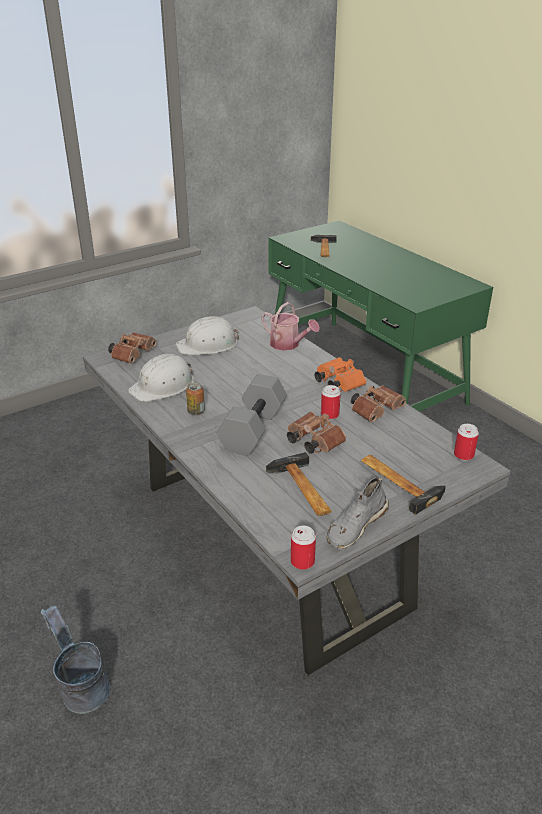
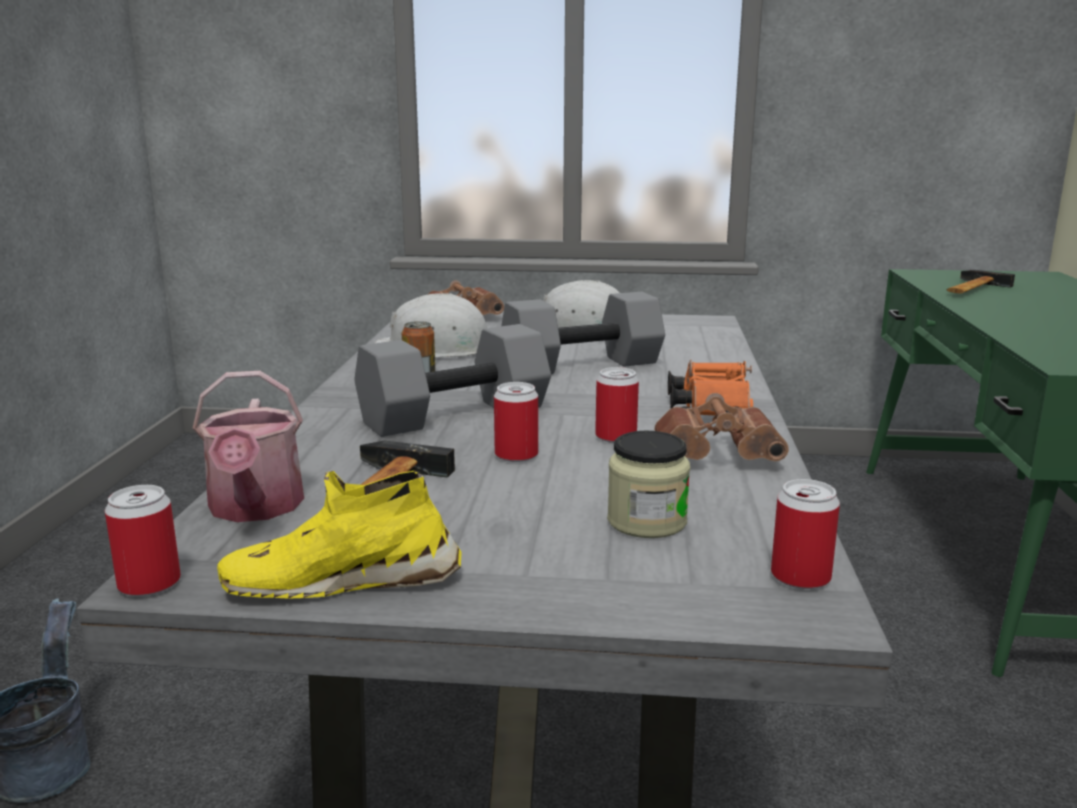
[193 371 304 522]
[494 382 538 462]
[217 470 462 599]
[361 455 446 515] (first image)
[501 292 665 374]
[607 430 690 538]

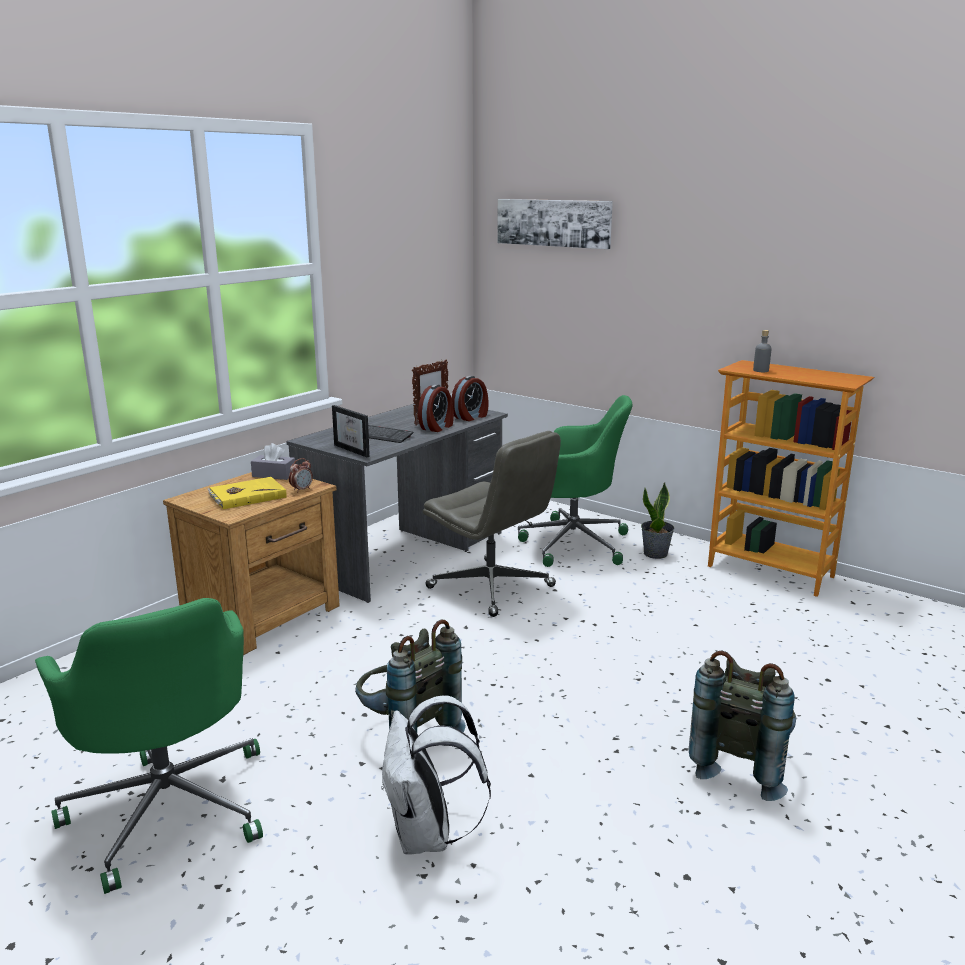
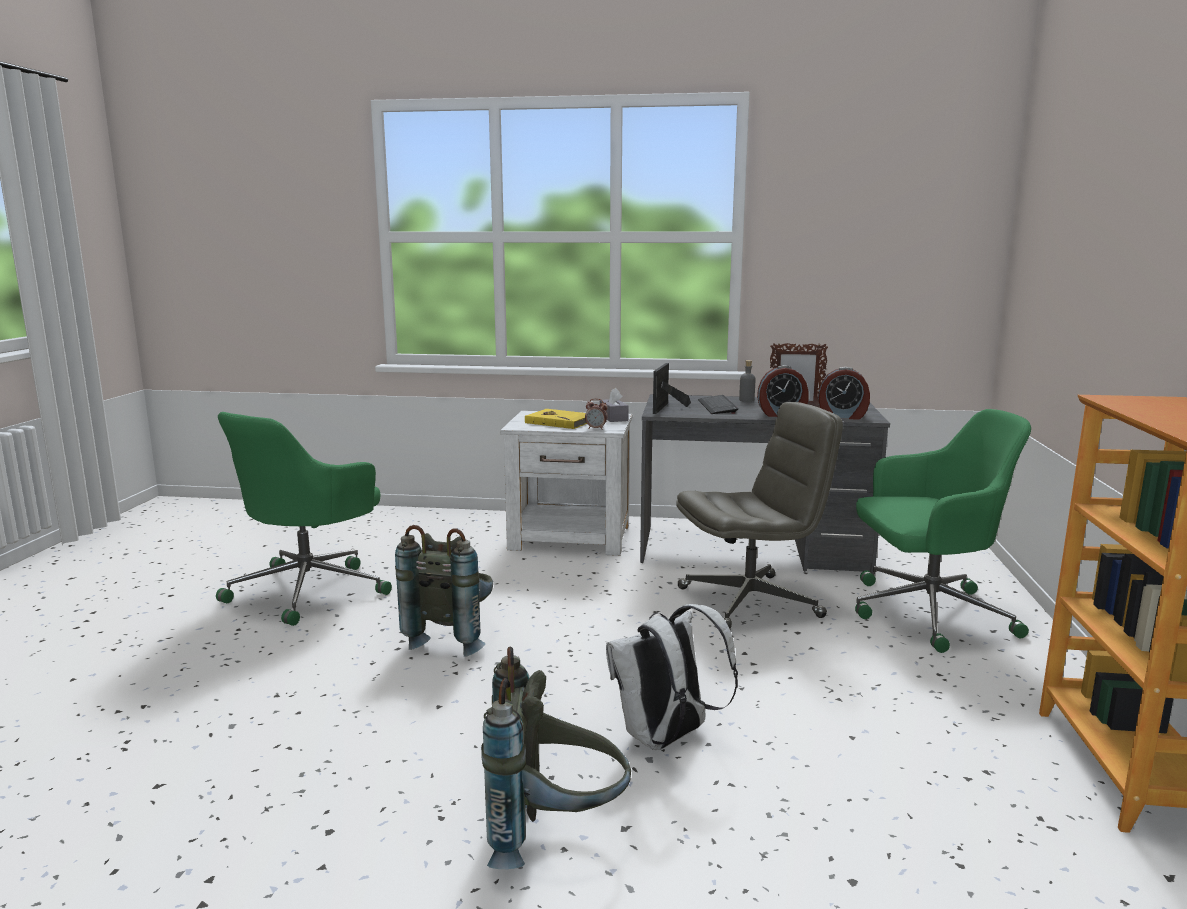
[500 411 632 556]
[606 604 738 750]
[676 402 843 629]
[497 199 613 249] (first image)
[855 409 1031 653]
[641 482 675 559] (first image)
[739 360 756 402]

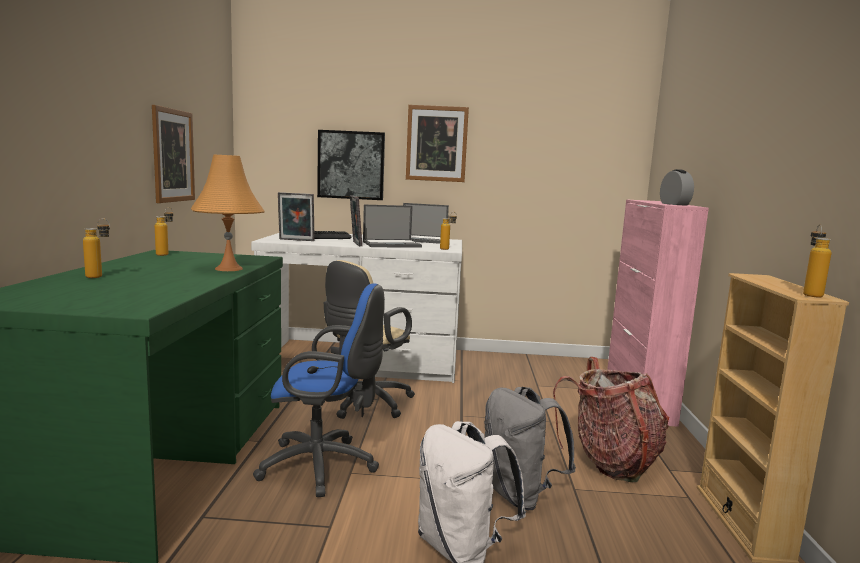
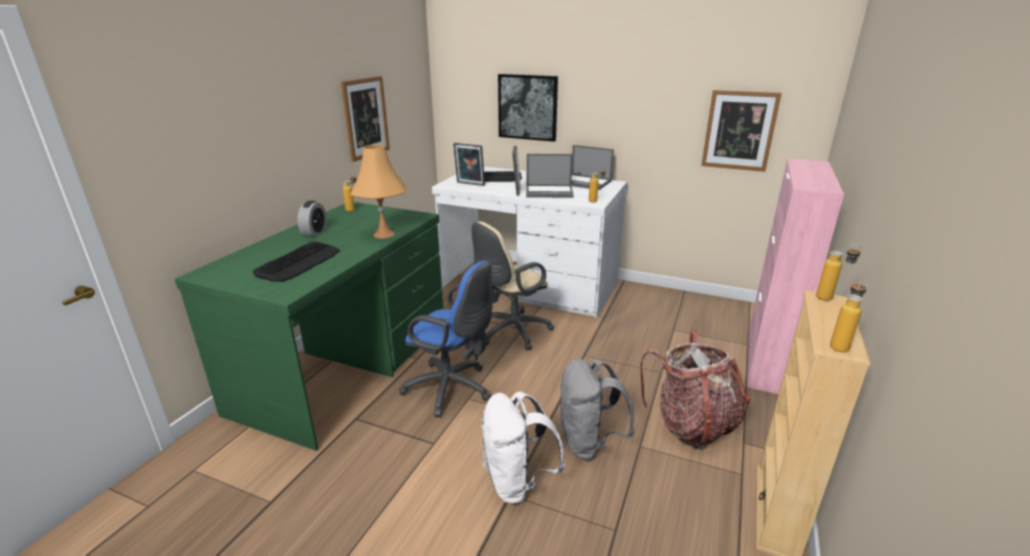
[816 244 862 301]
[701 90 782 172]
[297 201 327 237]
[253 242 340 282]

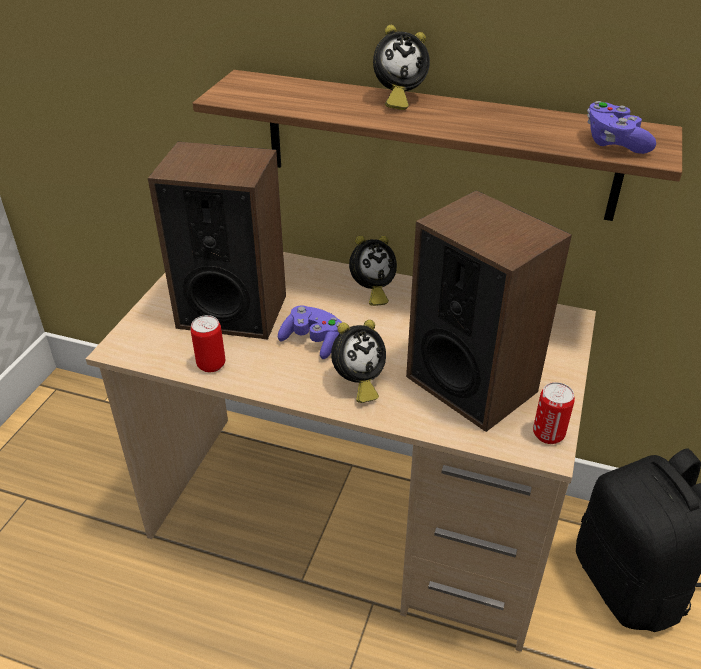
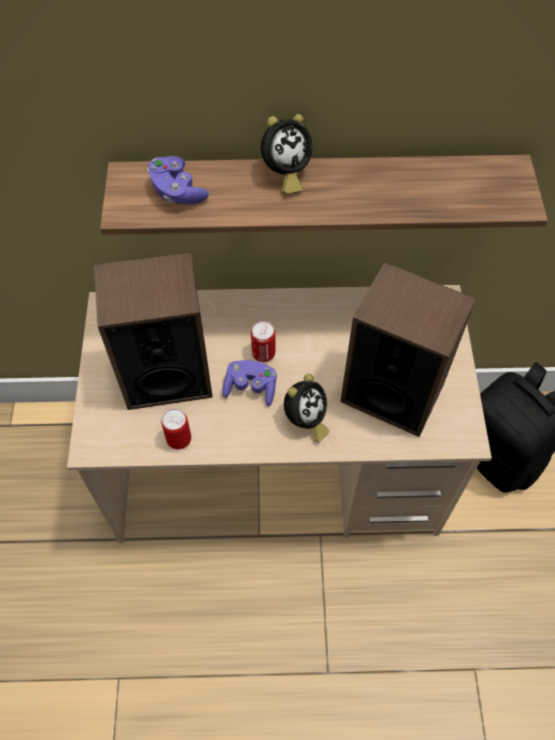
[349 236 397 306] (first image)
[251 321 275 362]
[148 156 209 204]

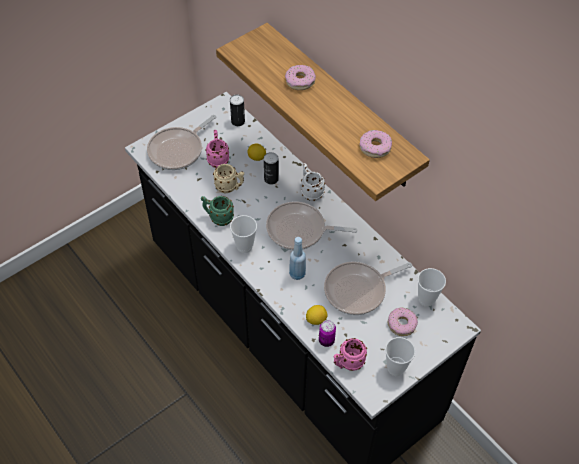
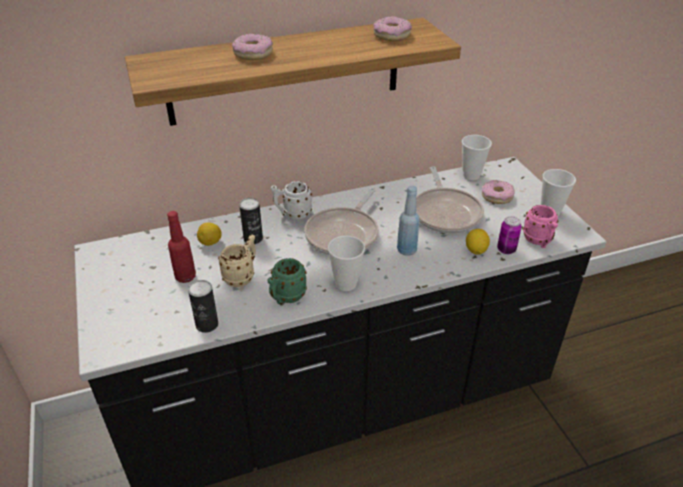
[147 115 216 170] (first image)
[167 211 196 283]
[188 280 218 333]

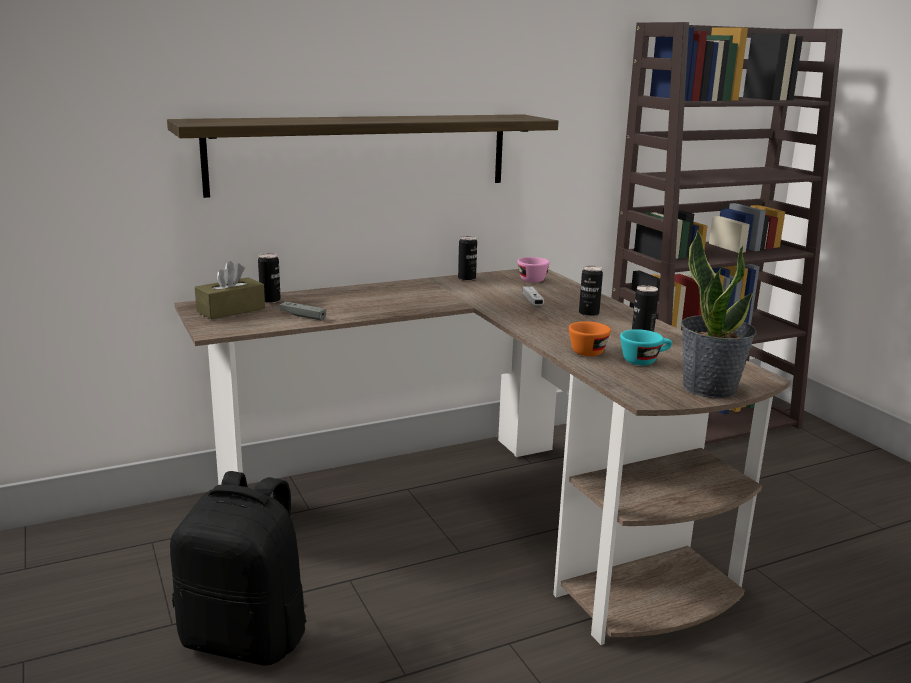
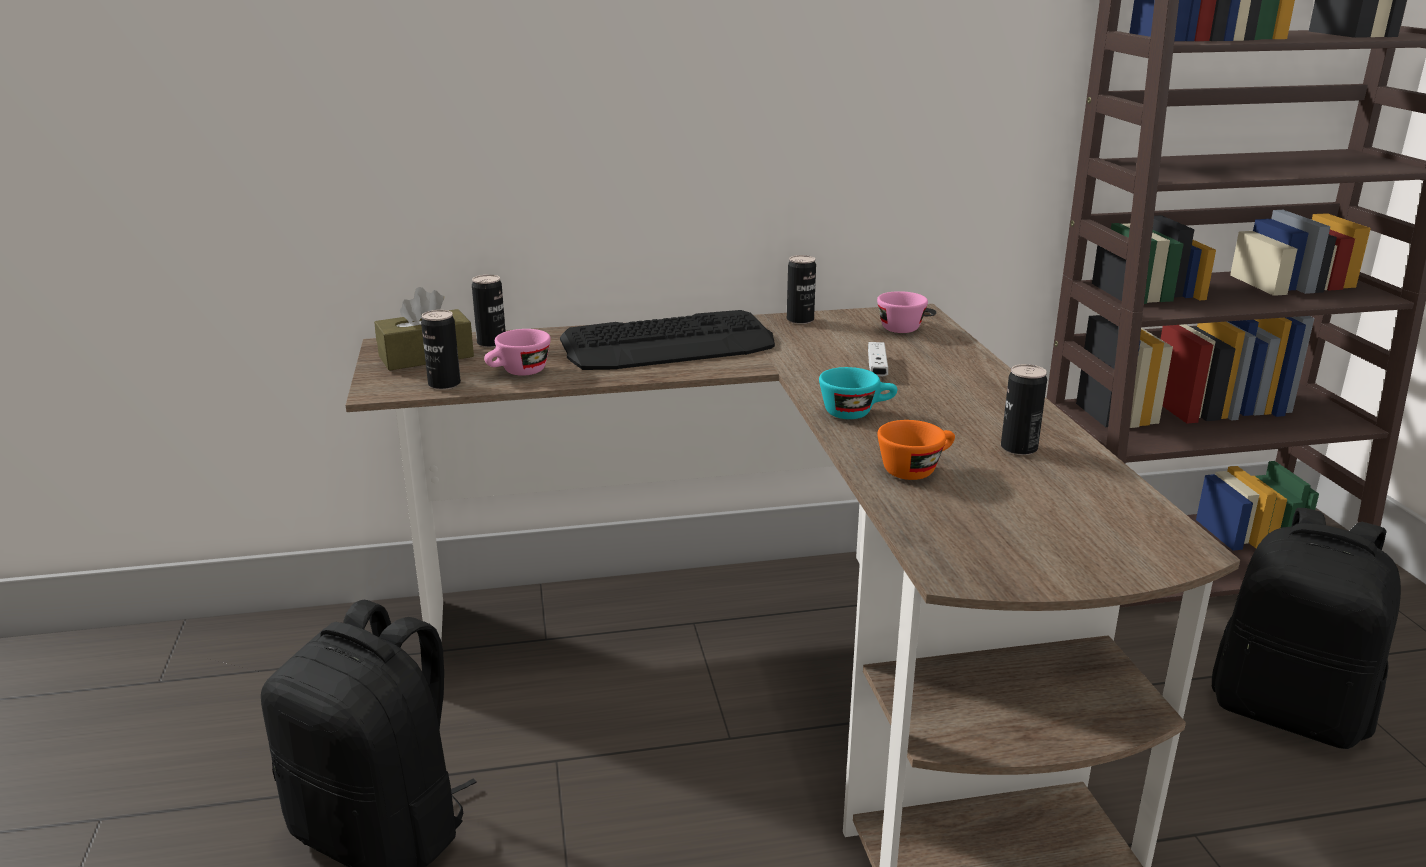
[167 114 558 198] (first image)
[484 329 551 376]
[421 310 461 390]
[819 367 897 419]
[681 229 757 398] (first image)
[560 310 775 370]
[1212 508 1401 749]

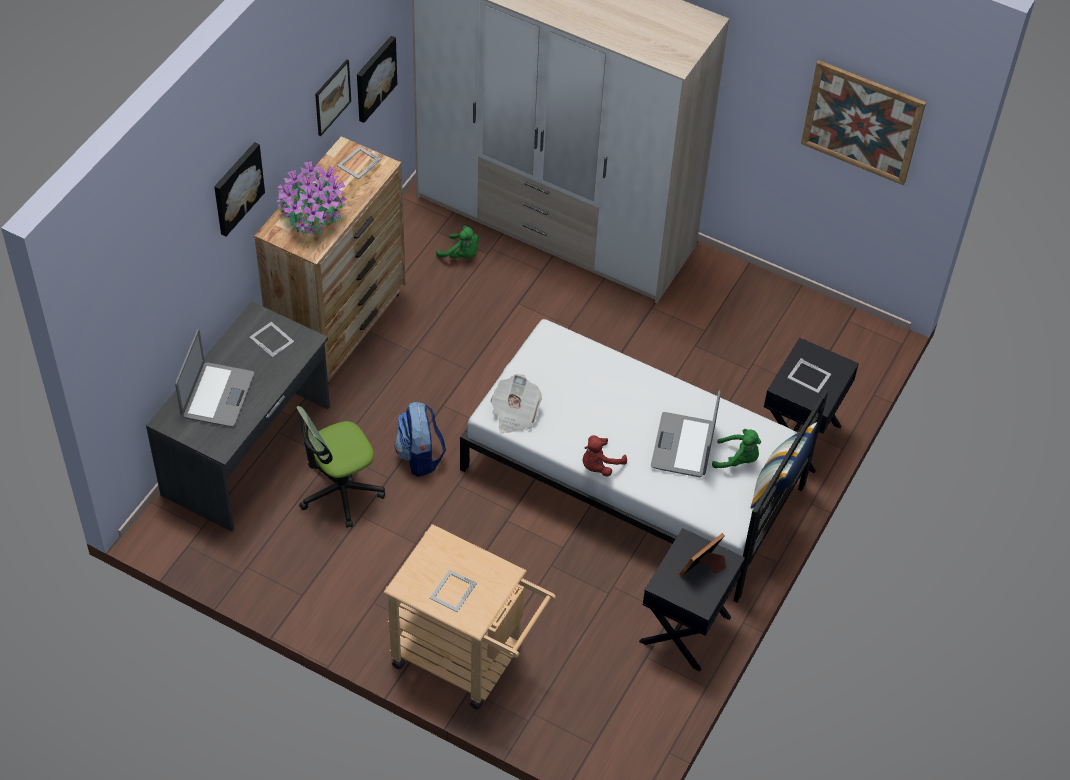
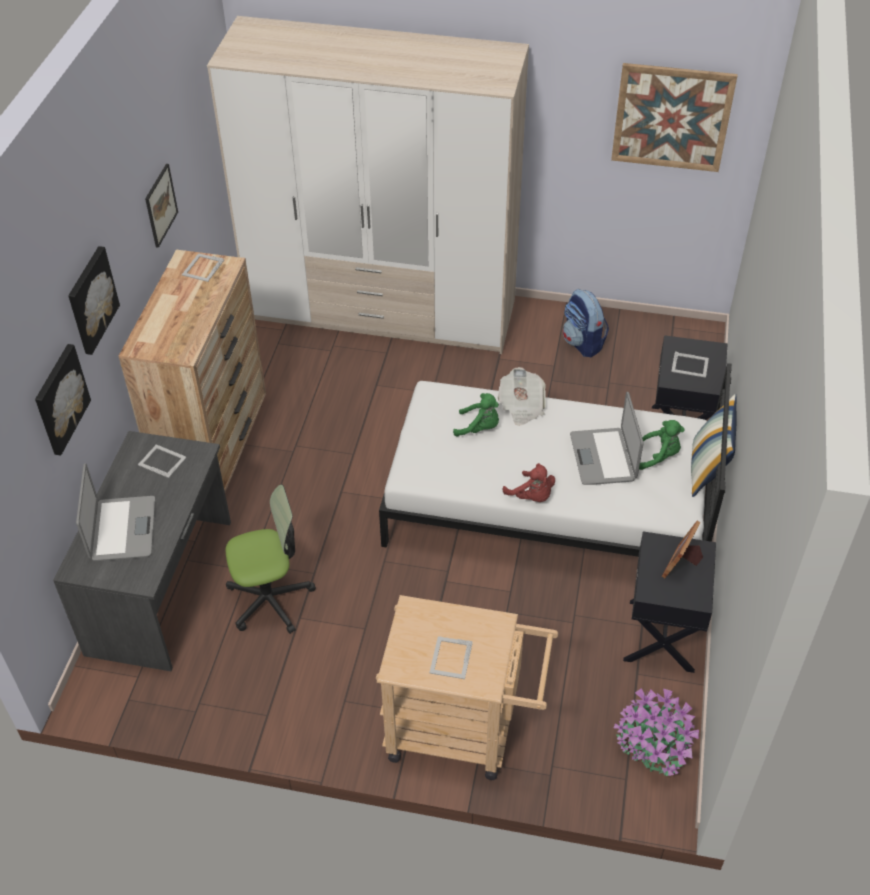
[614 688 699 776]
[226 484 316 634]
[35 344 91 455]
[563 289 609 357]
[453 393 499 437]
[498 367 546 426]
[503 463 555 502]

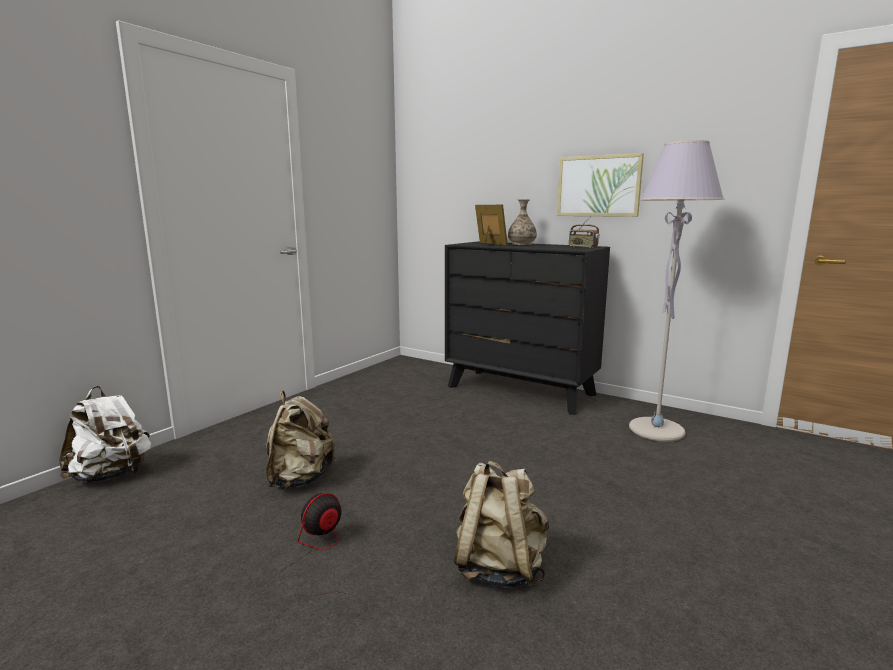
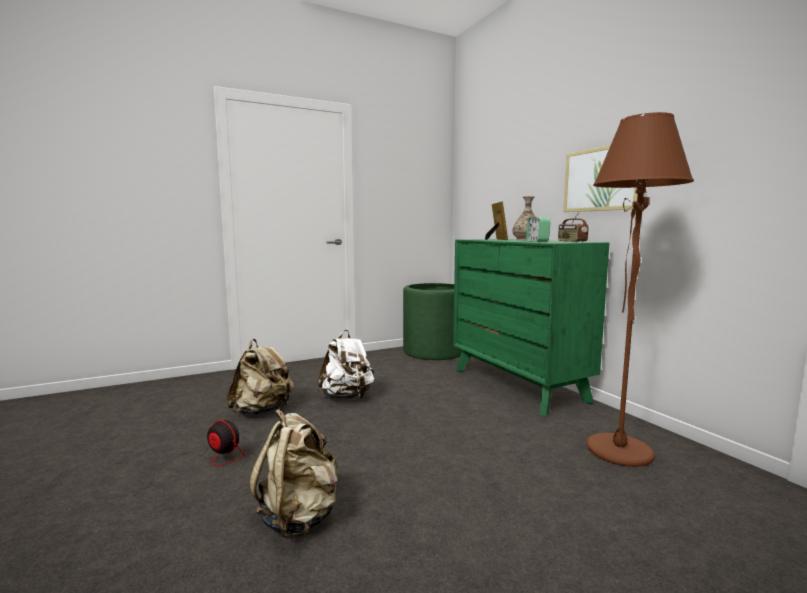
[317 330 374 399]
[135 420 245 495]
[453 239 610 416]
[586 112 694 467]
[403 283 462 360]
[526 217 551 242]

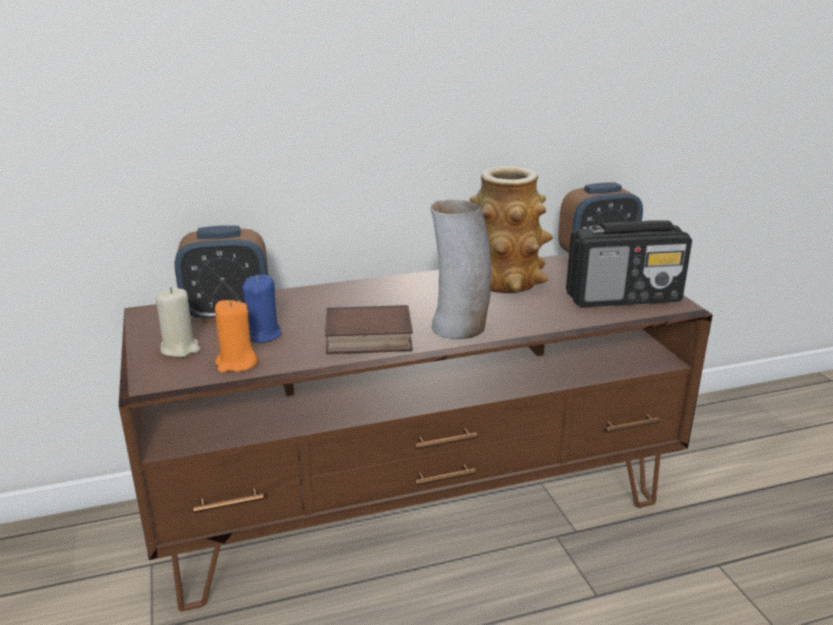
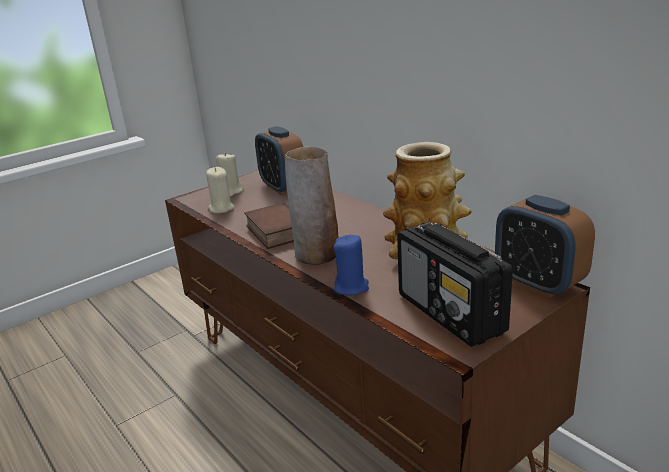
[206 167 234 213]
[333 235 369 296]

